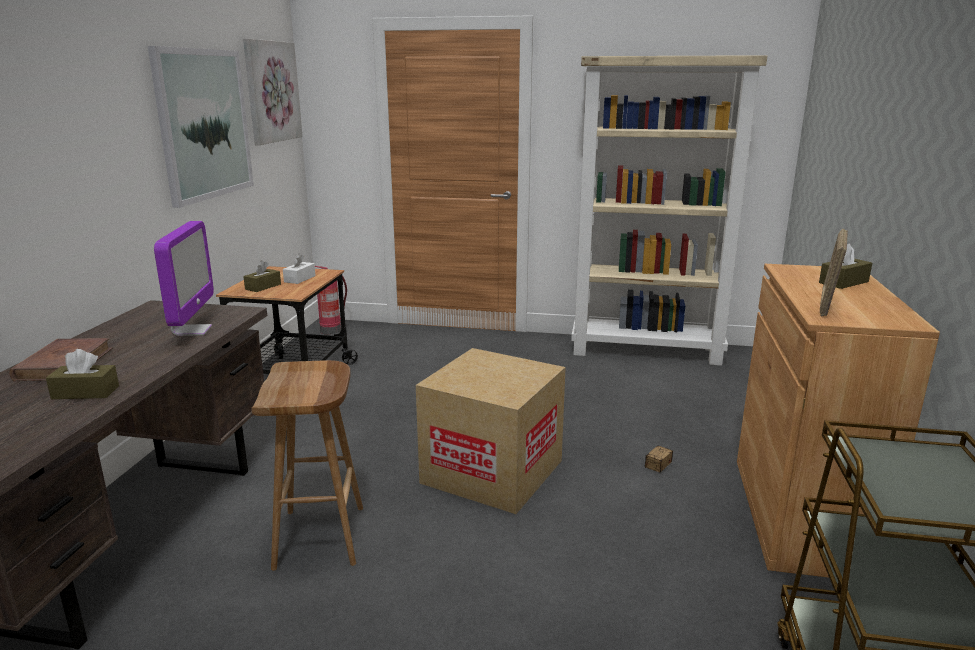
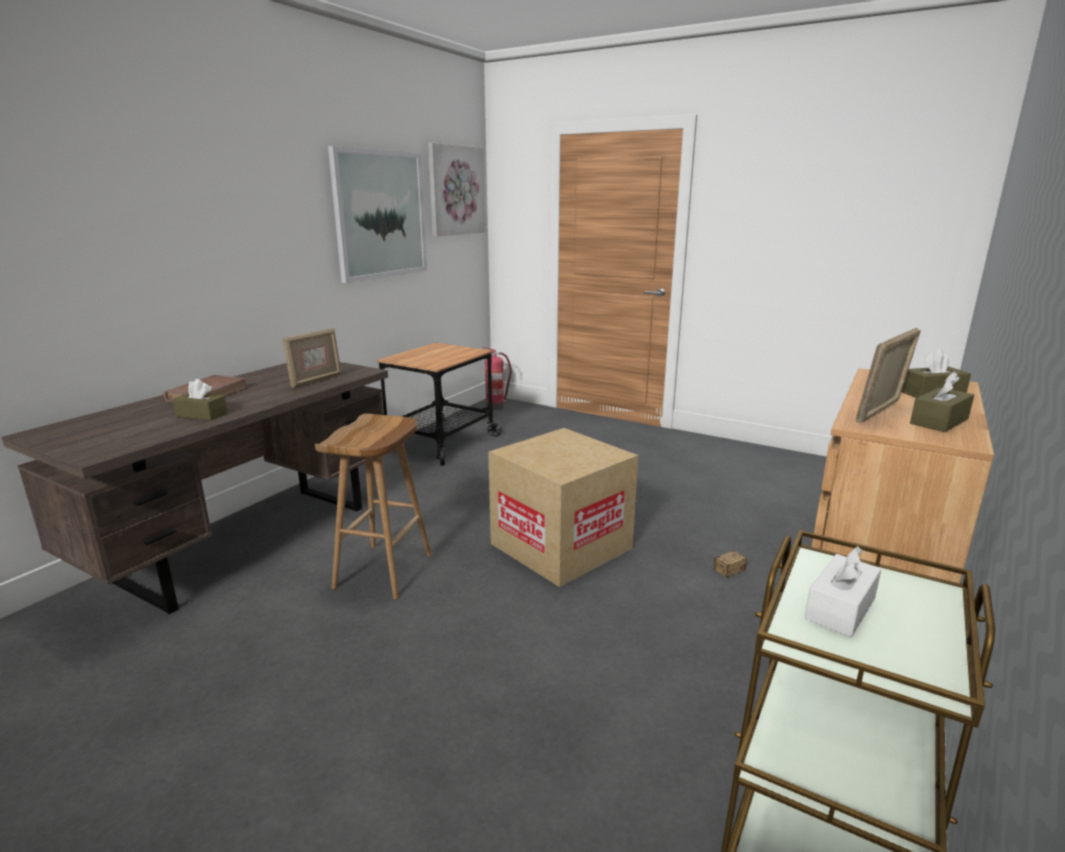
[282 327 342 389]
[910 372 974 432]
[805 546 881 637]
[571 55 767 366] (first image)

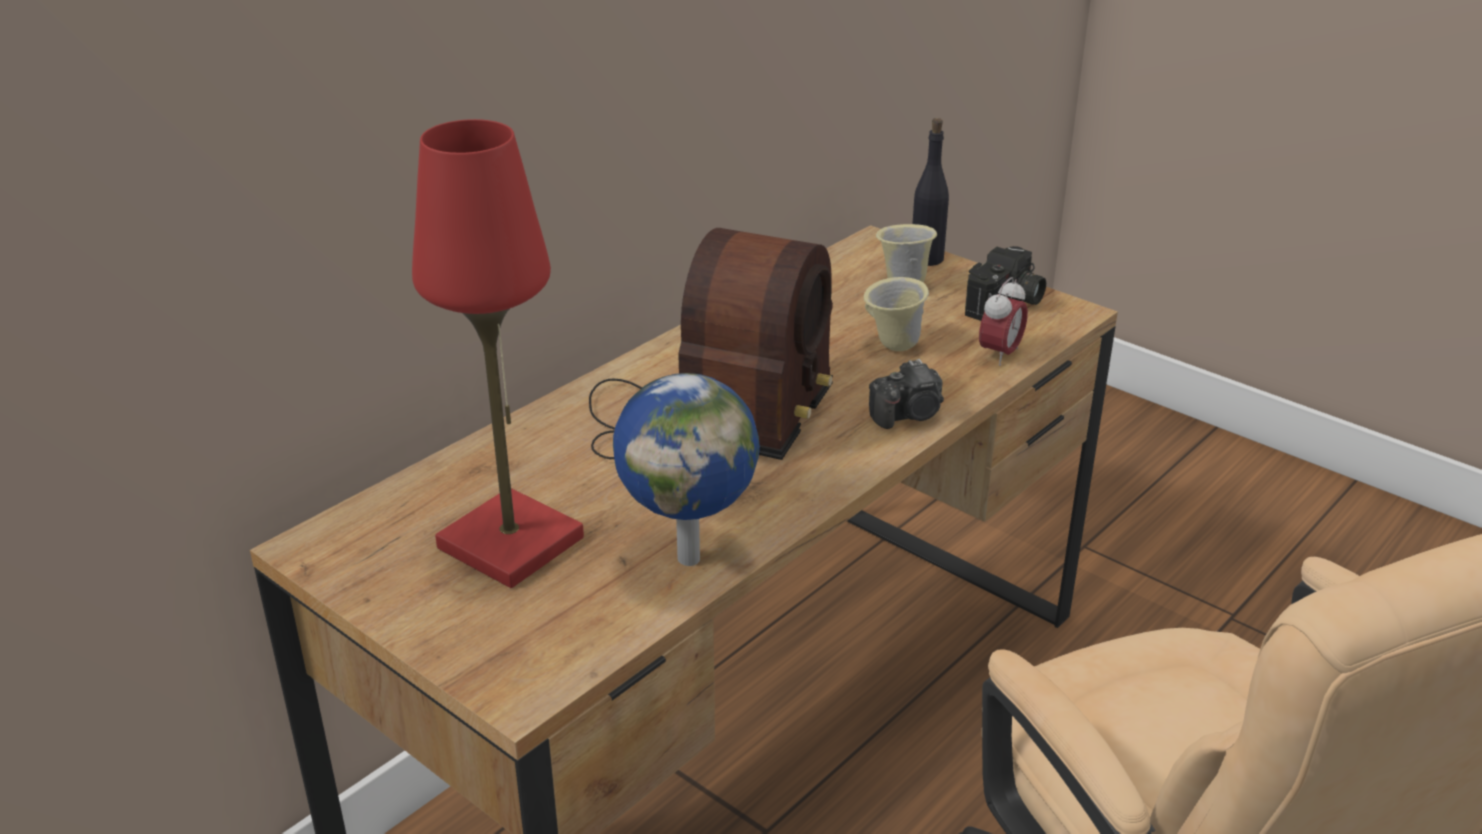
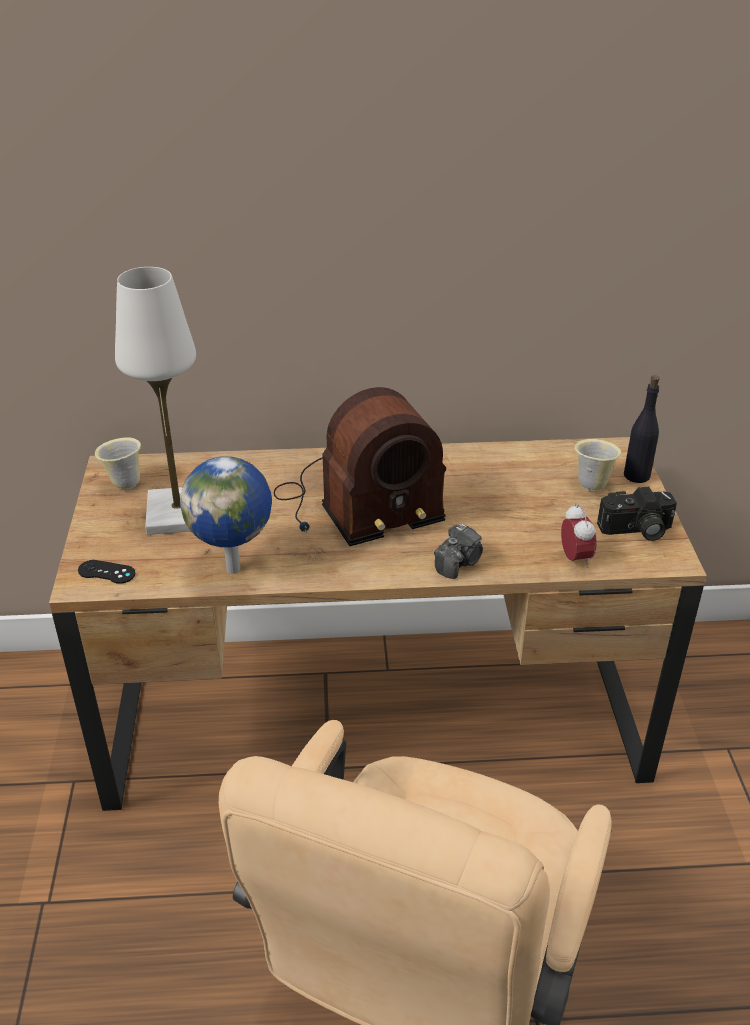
[115 267 196 535]
[95 437 141 490]
[434 523 483 579]
[561 504 597 568]
[78 560 135 584]

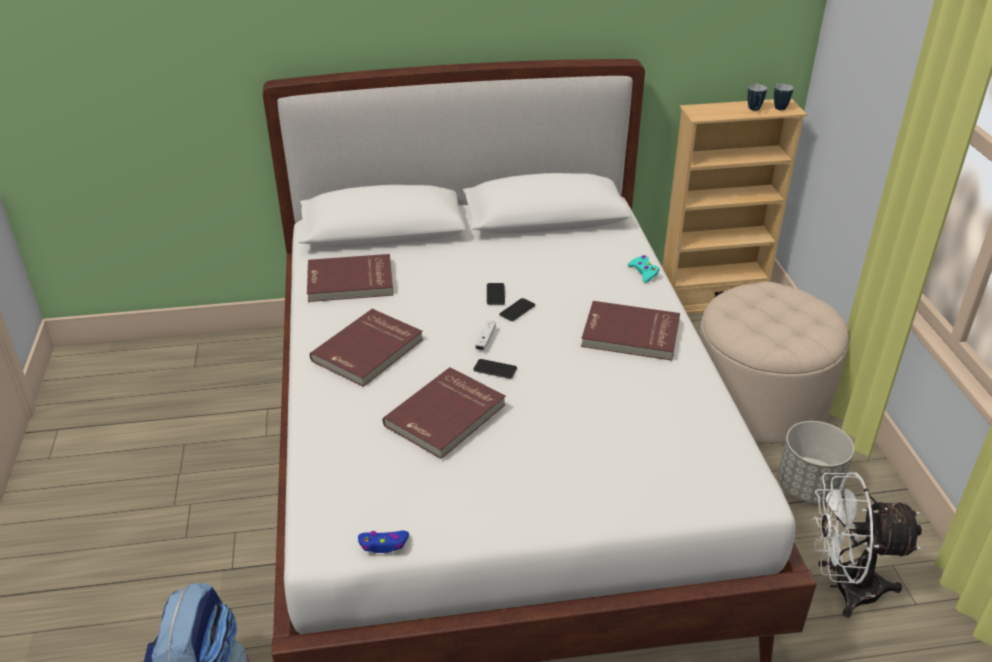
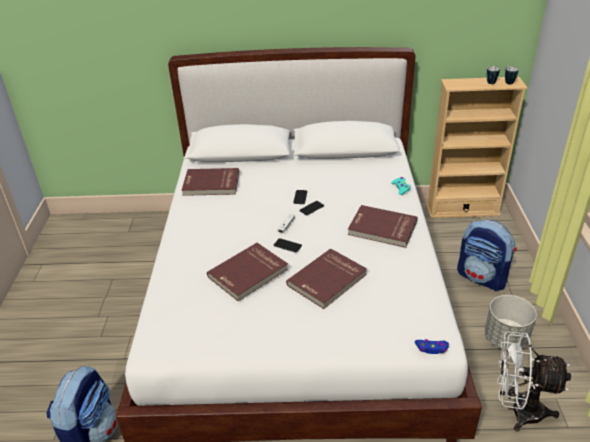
[286 249 367 309]
[415 339 449 354]
[457 220 517 291]

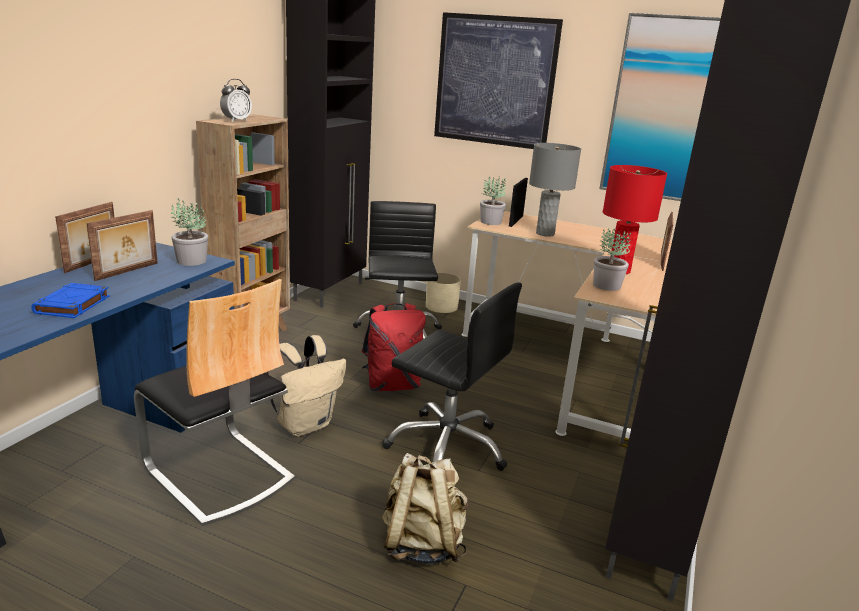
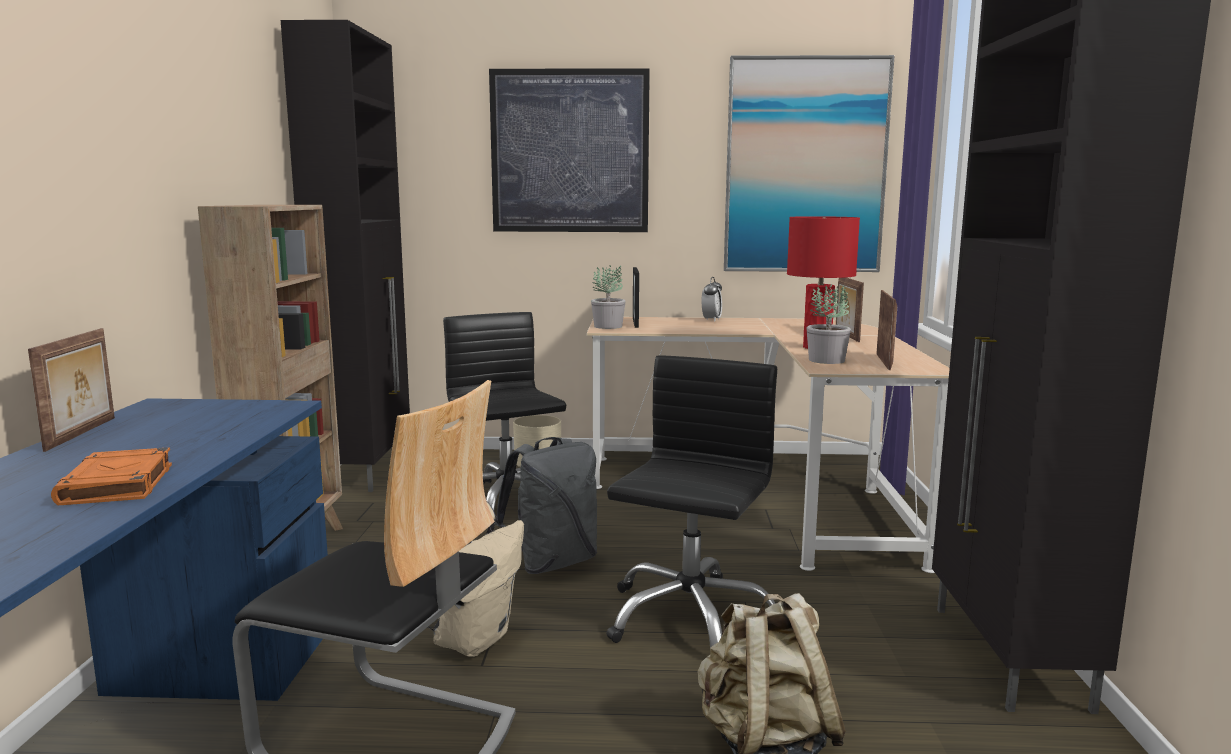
[51 447 172 505]
[876 290 897 370]
[171 198 208 266] (first image)
[702 277 722 322]
[495 437 597 574]
[606 355 777 648]
[529 143 581 237] (first image)

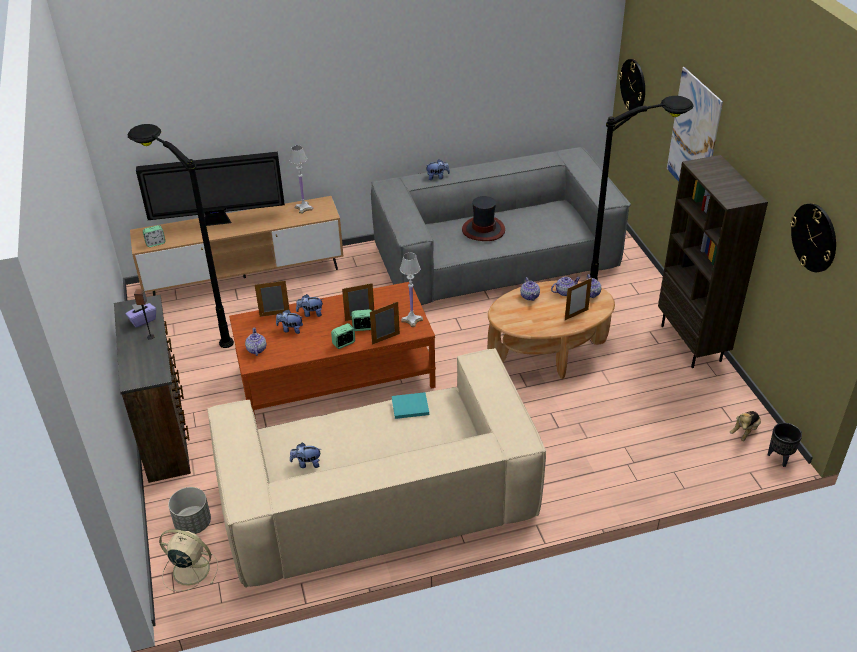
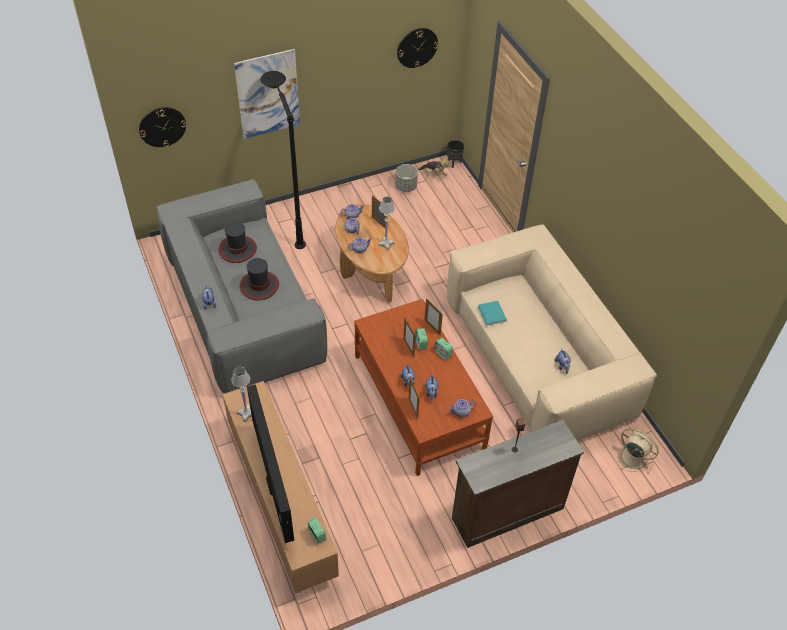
[125 303 156 328] (first image)
[128 124 234 348] (first image)
[613 428 659 474]
[395 164 418 192]
[378 196 395 250]
[658 155 768 368] (first image)
[219 222 257 263]

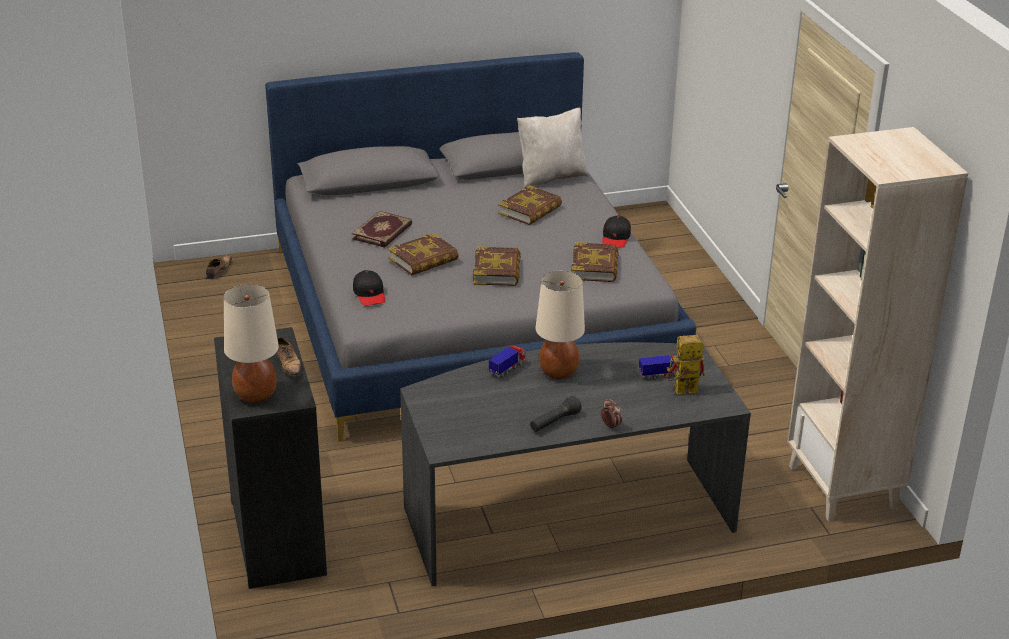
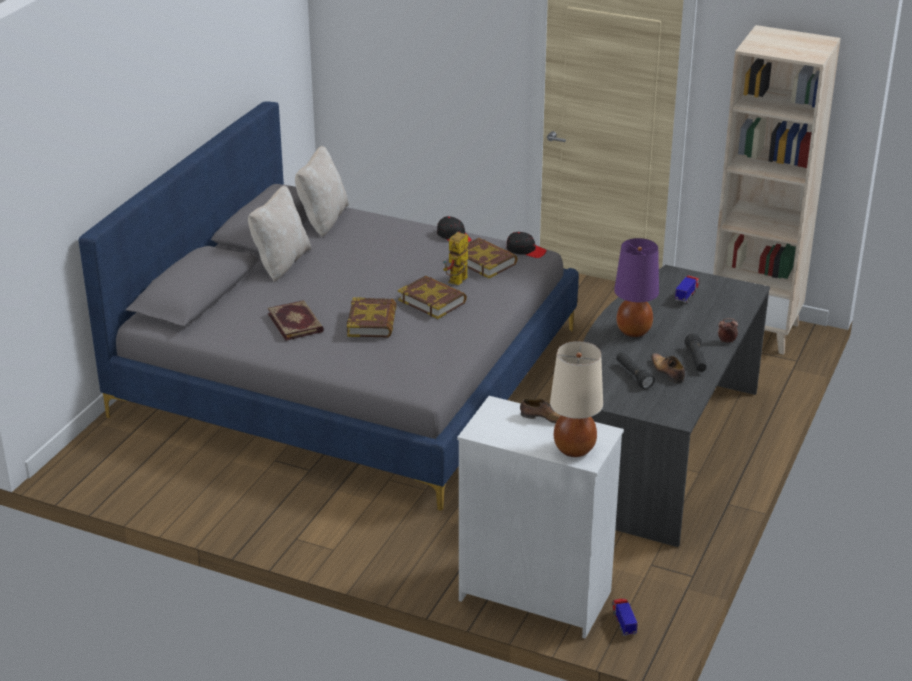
[651 353 685 383]
[457 396 624 639]
[507 232 547 258]
[612 599 638 636]
[498 185 562 225] (first image)
[614 238 659 337]
[443 232 468 285]
[248 185 312 282]
[616 352 655 389]

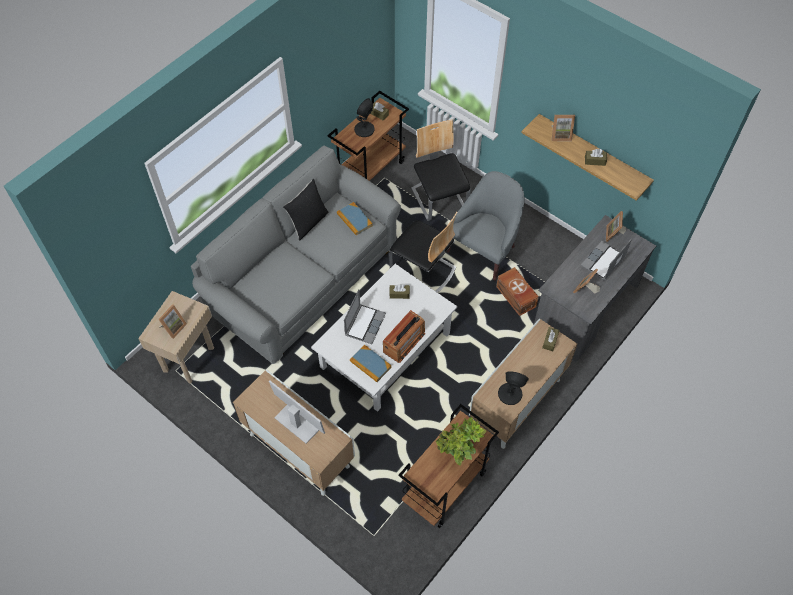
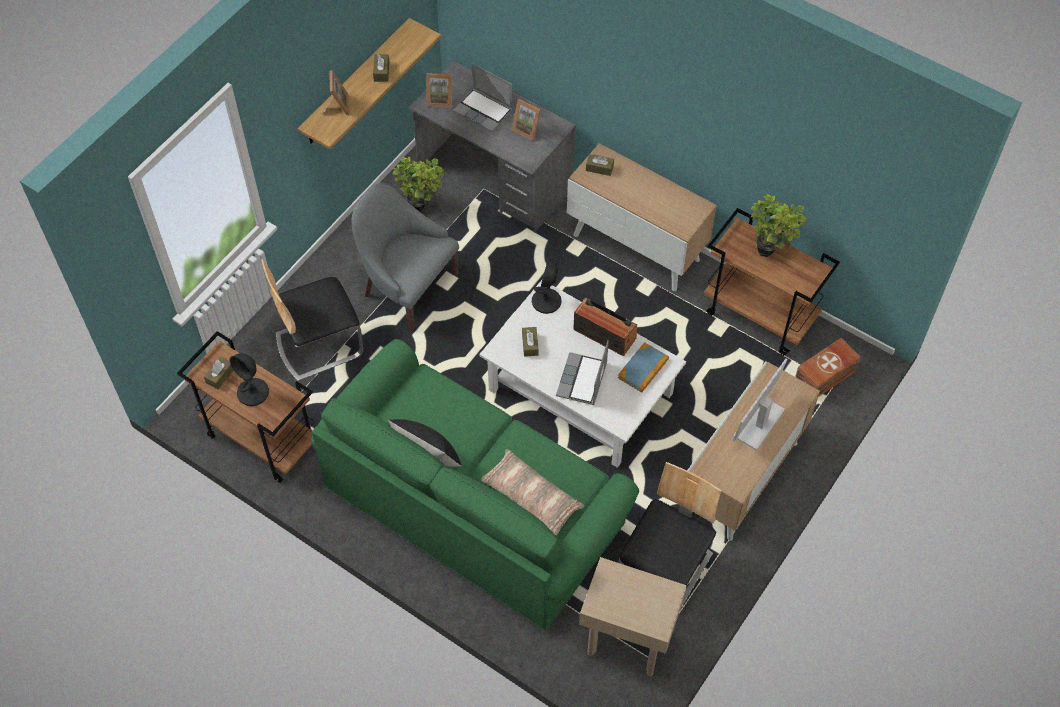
[158 304 187 339] (first image)
[311 339 639 630]
[337 202 373 235] (first image)
[556 341 609 405]
[618 462 722 610]
[795 338 861 397]
[532 259 562 314]
[392 157 444 212]
[481 449 584 536]

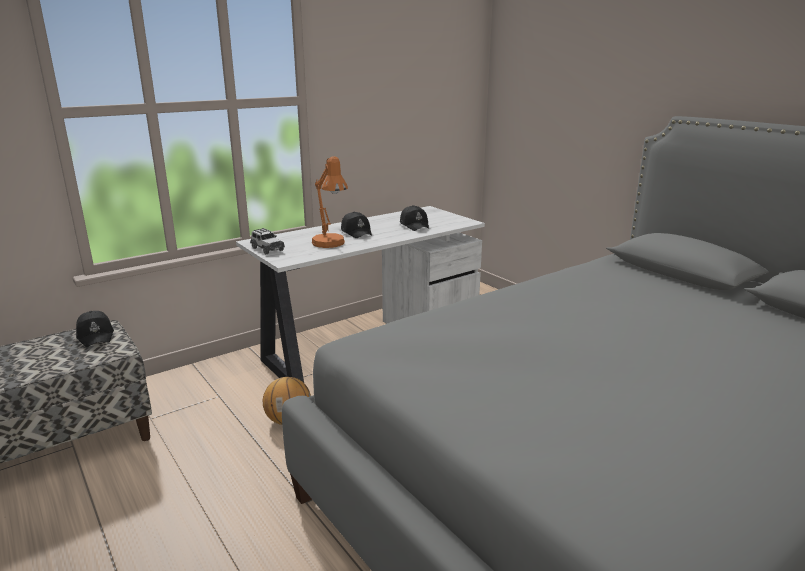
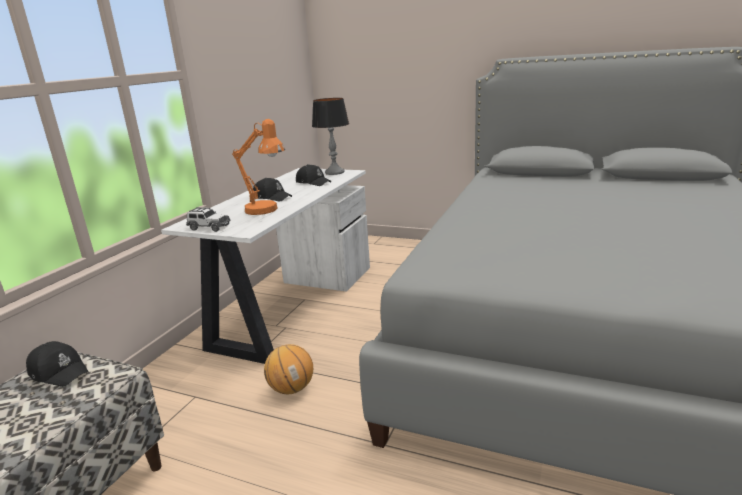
[312 98 349 175]

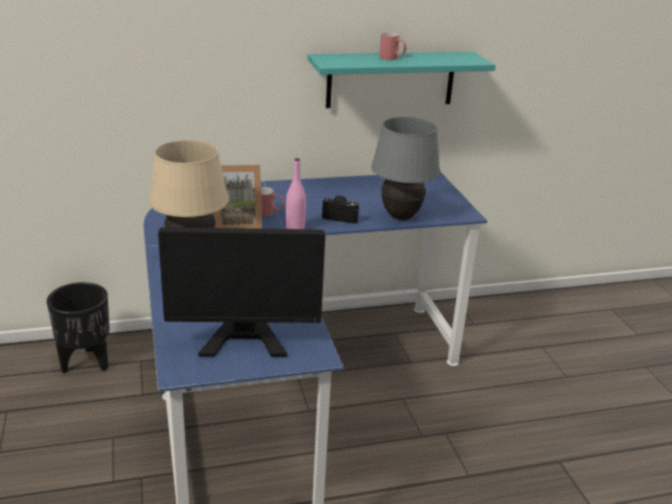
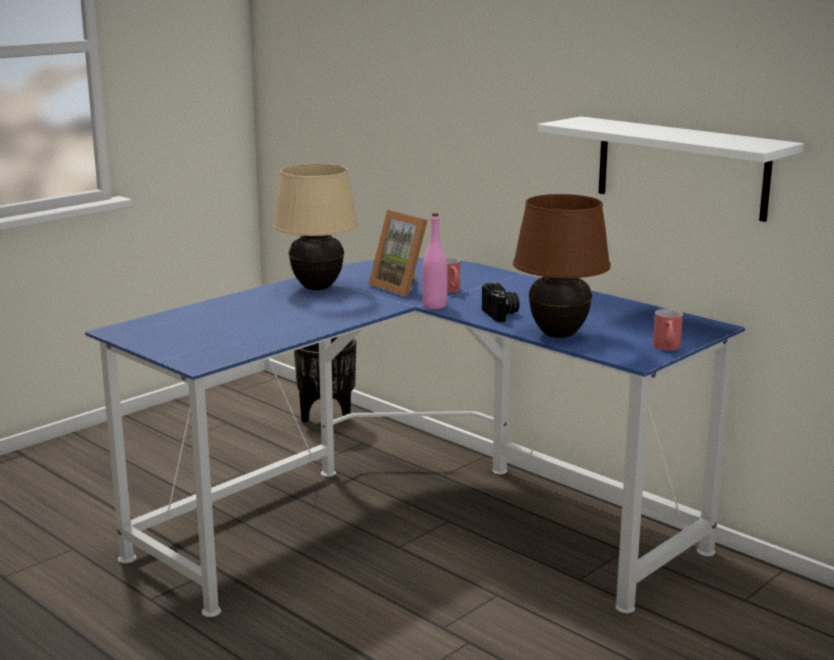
[158 227 325 357] (first image)
[538 116 804 222]
[513 194 611 338]
[653 309 683 351]

